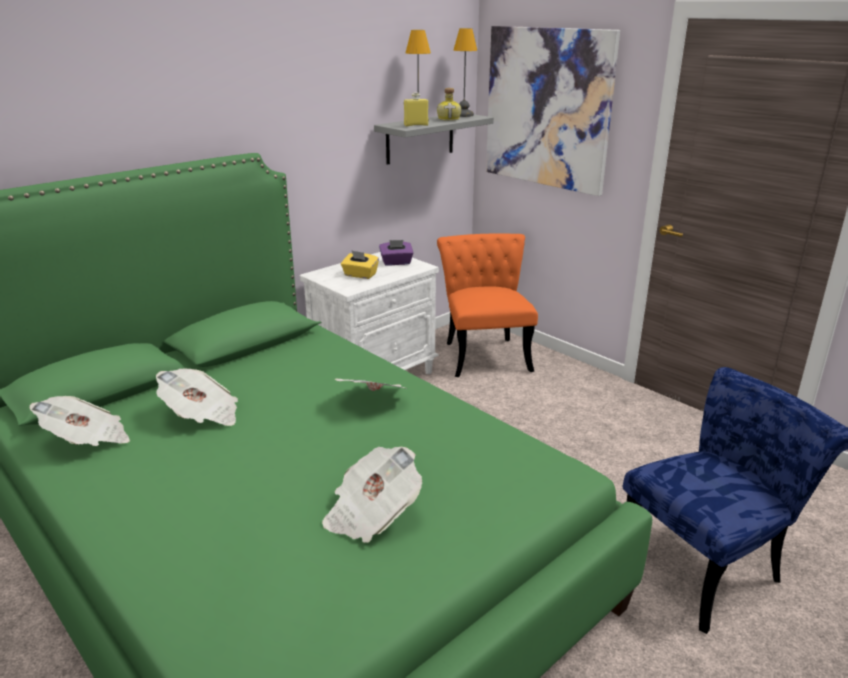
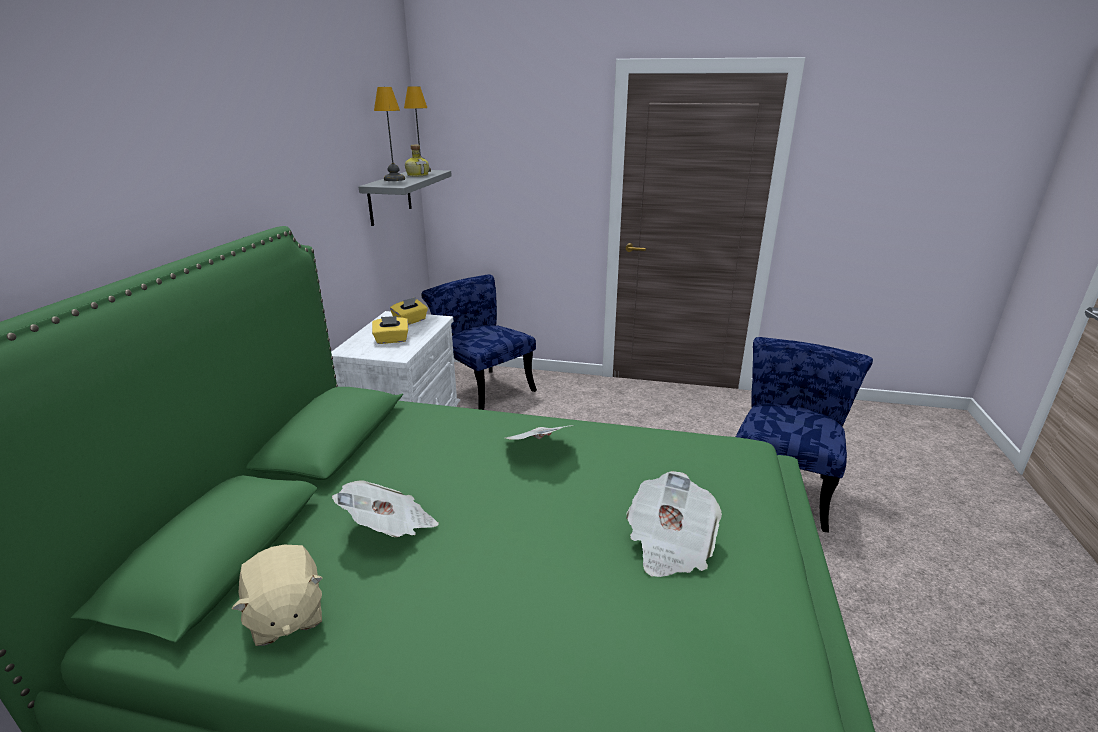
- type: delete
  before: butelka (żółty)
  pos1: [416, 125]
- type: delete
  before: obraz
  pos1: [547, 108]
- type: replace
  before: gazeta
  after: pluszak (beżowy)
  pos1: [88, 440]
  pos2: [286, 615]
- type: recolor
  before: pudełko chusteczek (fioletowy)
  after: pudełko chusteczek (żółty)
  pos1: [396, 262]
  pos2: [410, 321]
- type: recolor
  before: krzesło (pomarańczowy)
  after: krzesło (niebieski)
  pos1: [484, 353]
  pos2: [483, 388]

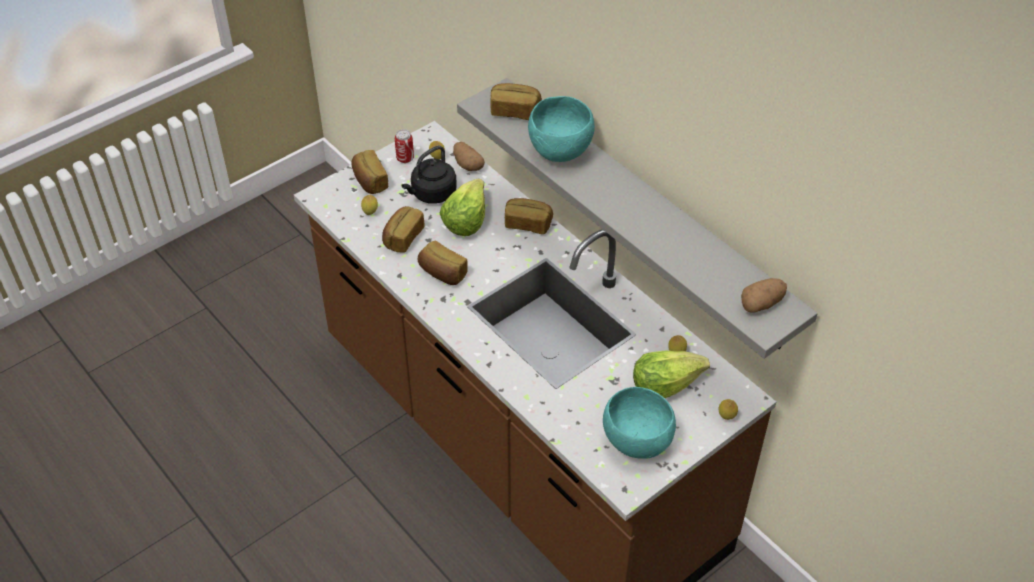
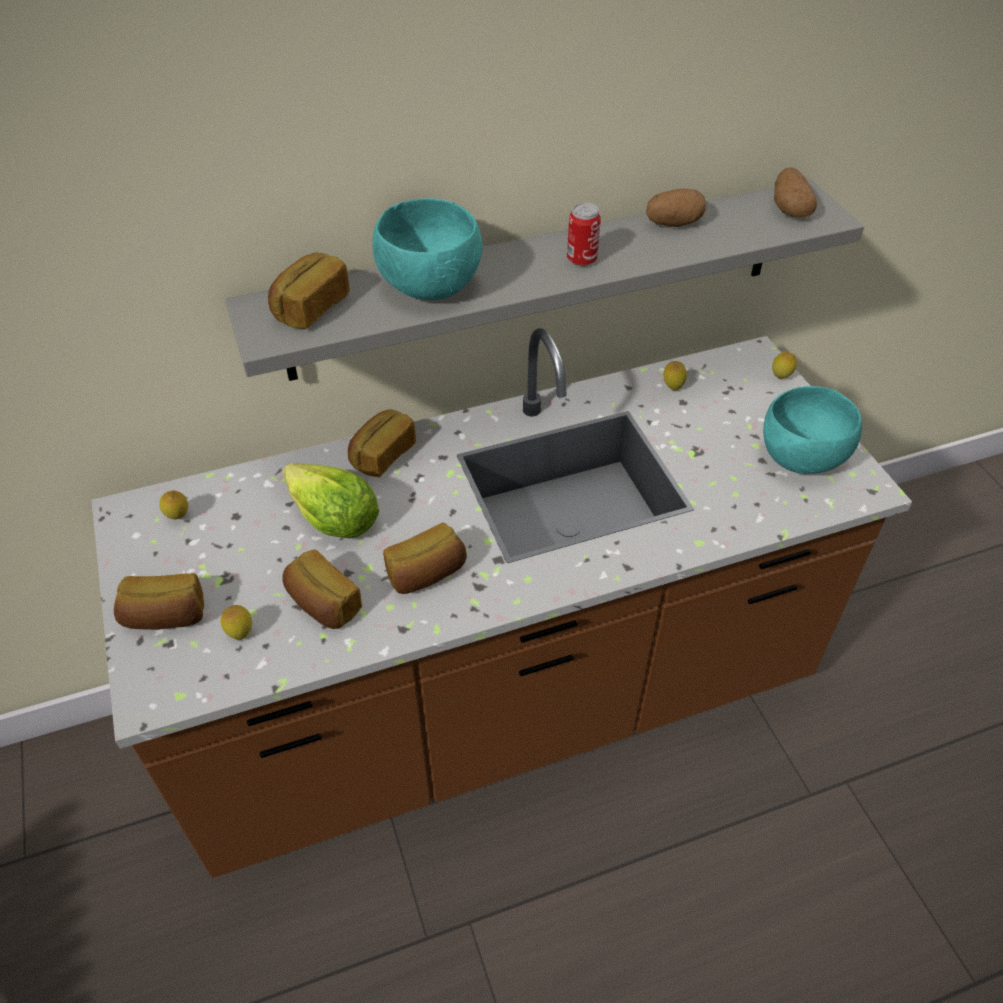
- type: delete
  before: czajnik (czarny)
  pos1: [432, 194]
- type: delete
  before: sałata
  pos1: [665, 384]
- type: move
  before: puszka
  pos1: [405, 158]
  pos2: [581, 260]
- type: move
  before: ziemniak
  pos1: [467, 164]
  pos2: [674, 223]

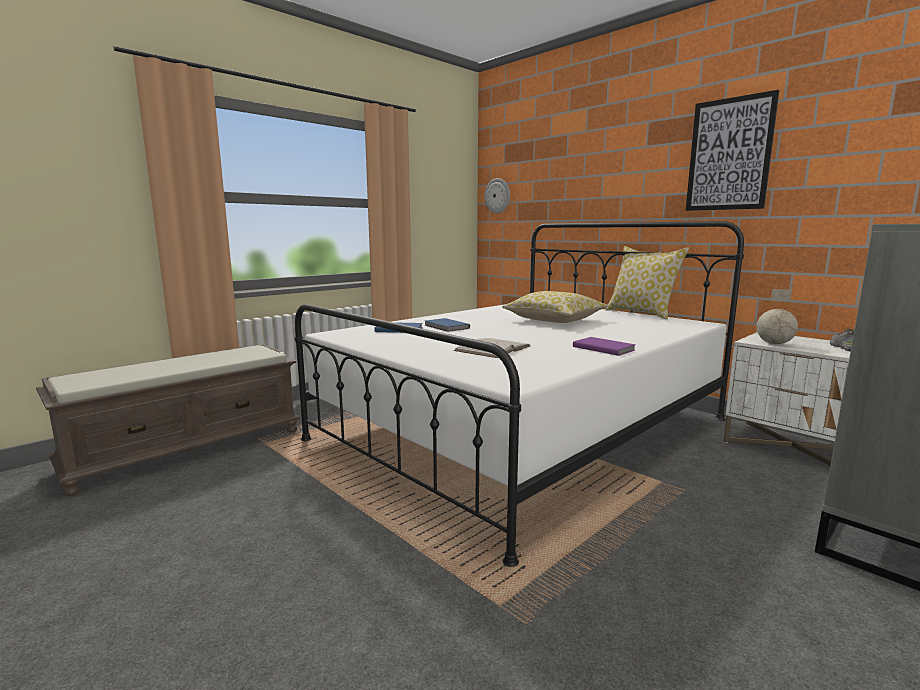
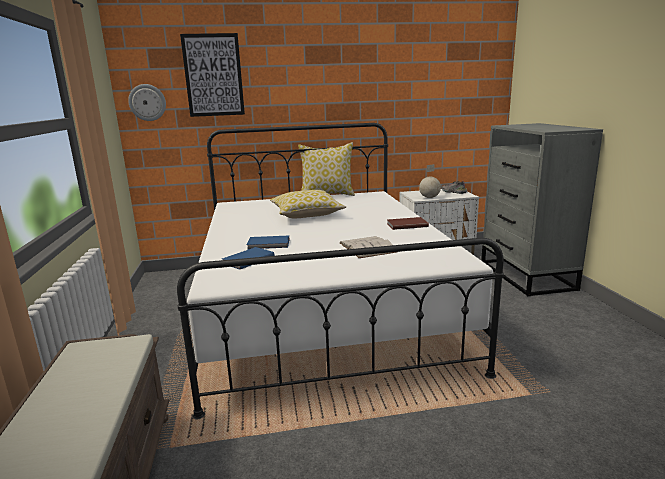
- type: move
  before: obraz
  pos1: [729, 154]
  pos2: [213, 75]
- type: recolor
  before: książka (fioletowy)
  after: książka (brązowy)
  pos1: [603, 348]
  pos2: [406, 225]

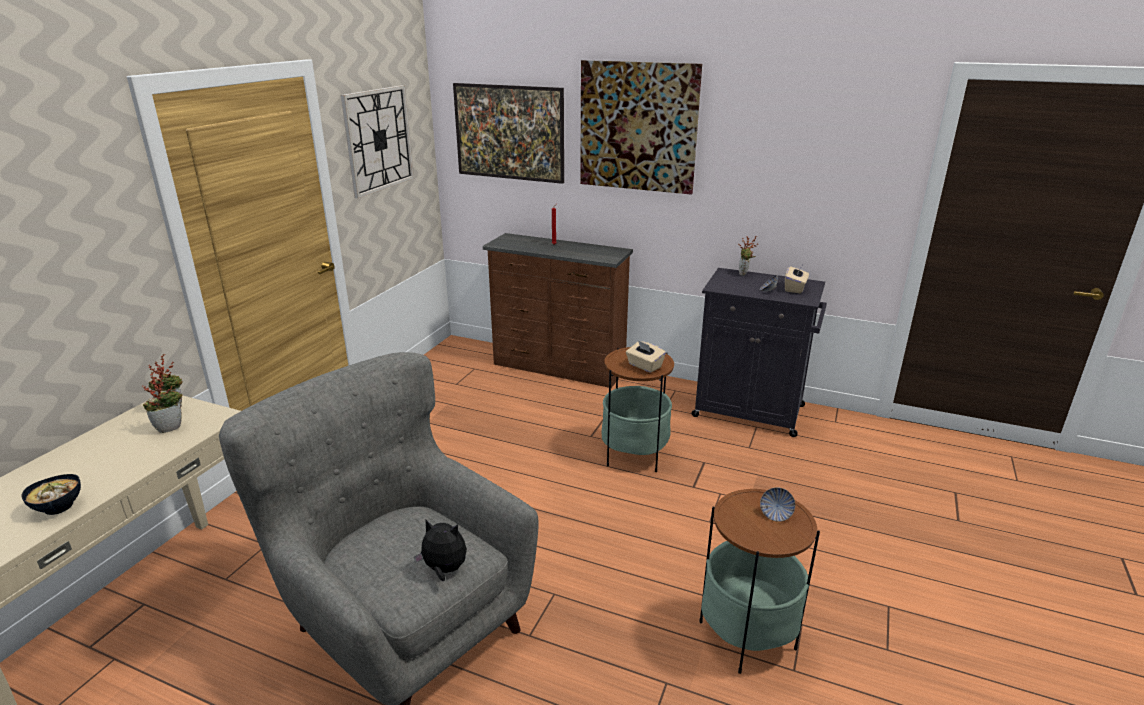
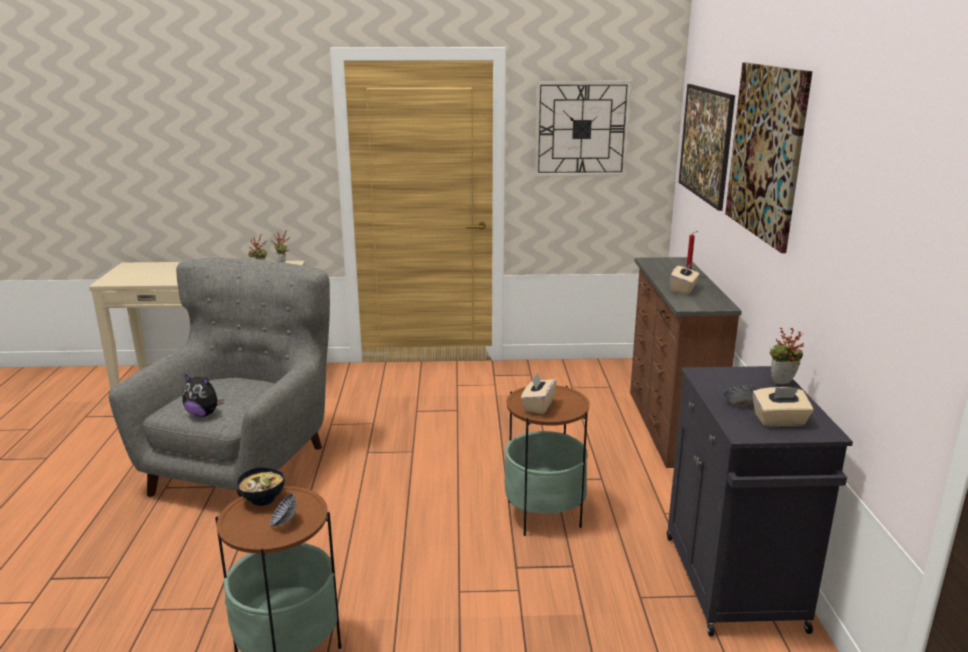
- type: insert
  after: pudełko chusteczek (beżowy)
  pos2: [683, 289]
- type: move
  before: miska
  pos1: [59, 507]
  pos2: [262, 500]
- type: rotate
  before: pluszak
  pos1: [444, 570]
  pos2: [203, 414]
  turn: 120

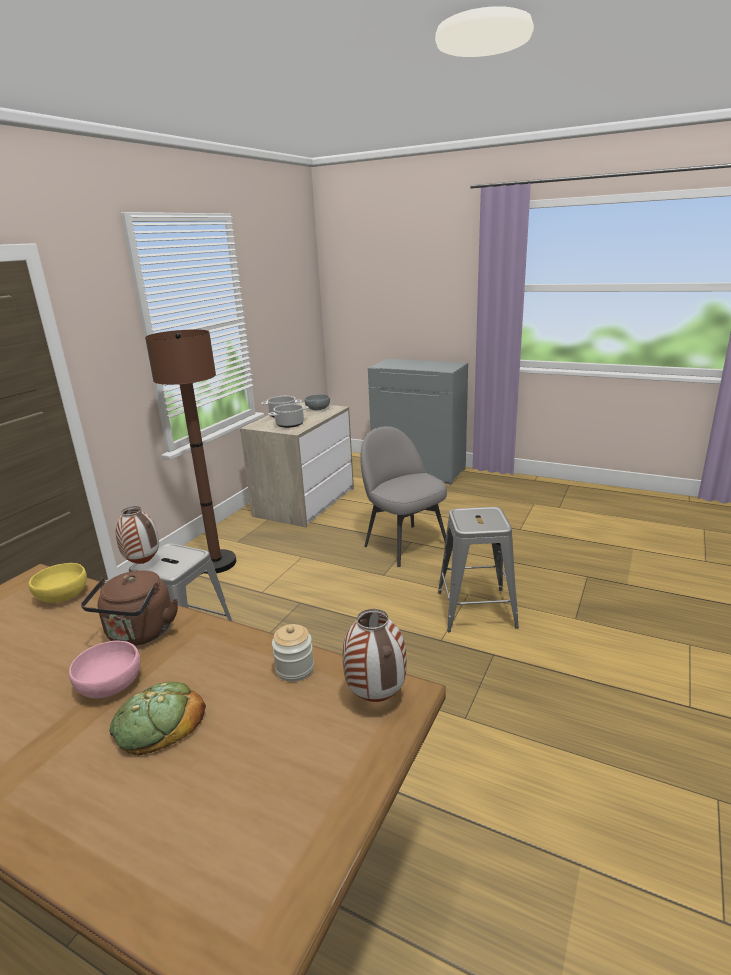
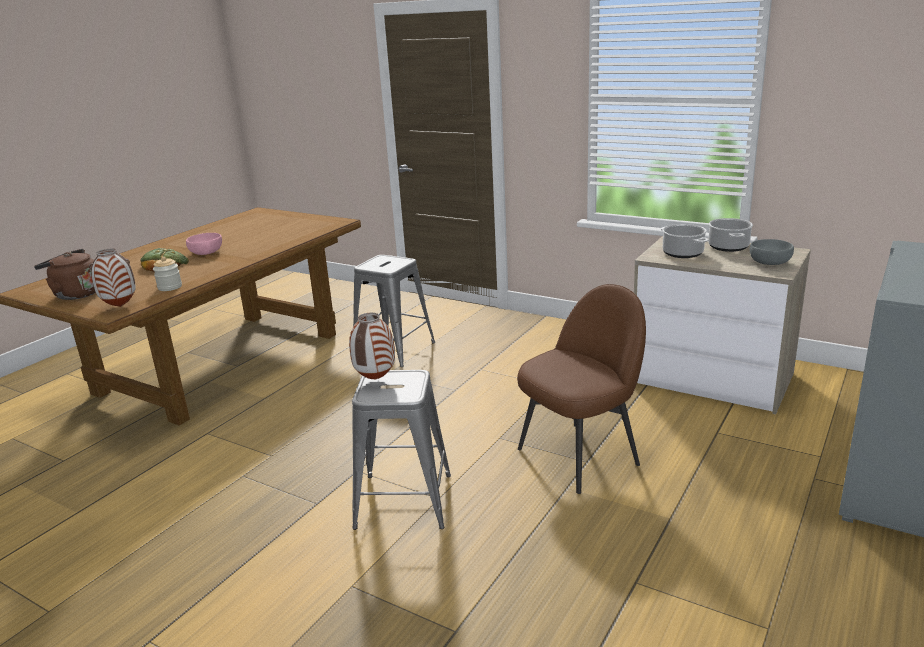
- type: delete
  before: miska (żółty)
  pos1: [63, 595]
- type: delete
  before: lampa stojąca (brązowy)
  pos1: [216, 563]
- type: move
  before: czajnik (brązowy)
  pos1: [139, 634]
  pos2: [75, 294]
- type: move
  before: wazon
  pos1: [142, 563]
  pos2: [375, 379]
- type: recolor
  before: krzesło (szary)
  after: krzesło (brązowy)
  pos1: [404, 544]
  pos2: [580, 455]

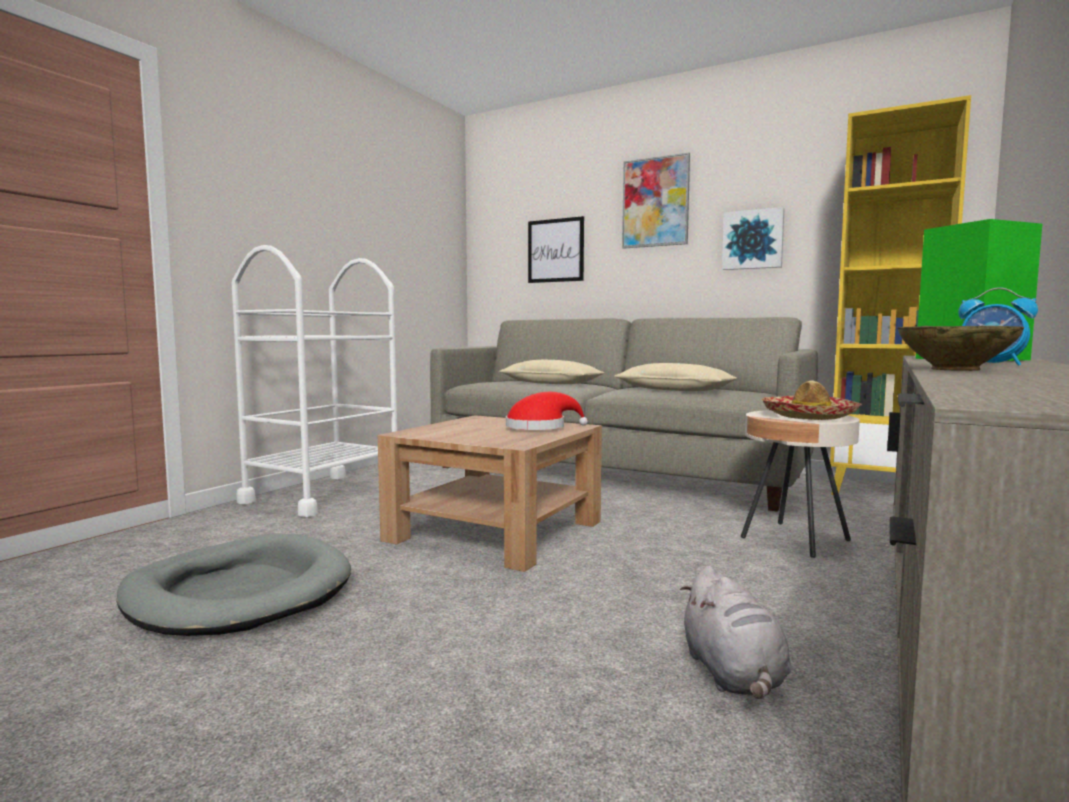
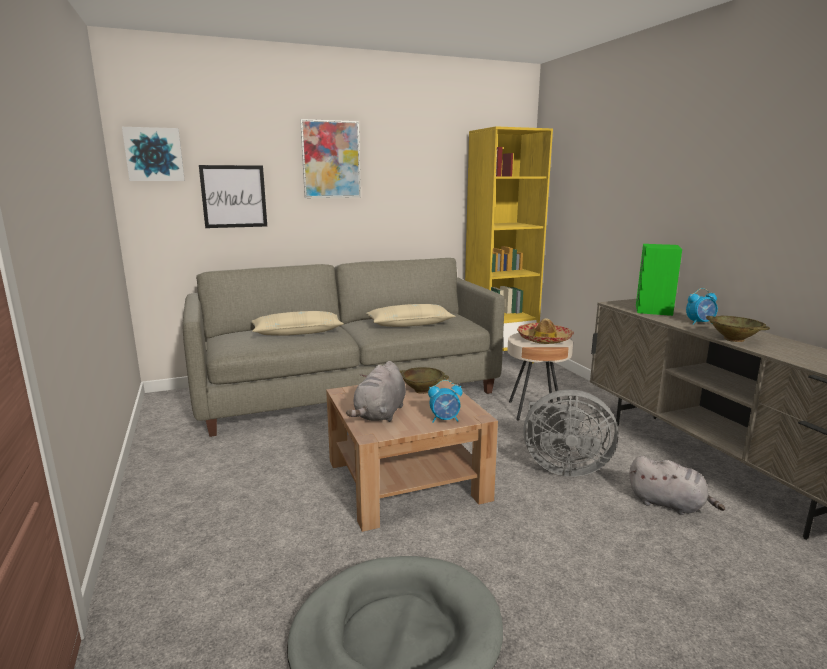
- type: delete
  before: wózek (biały)
  pos1: [324, 494]
- type: insert
  after: pluszak (szary)
  pos2: [380, 414]
- type: insert
  after: budzik
  pos2: [445, 420]
- type: insert
  after: wentylator (szary)
  pos2: [562, 467]
- type: move
  before: obraz
  pos1: [753, 240]
  pos2: [154, 154]
- type: replace
  before: kapelusz (czerwony)
  after: miska (beżowy)
  pos1: [540, 427]
  pos2: [422, 390]

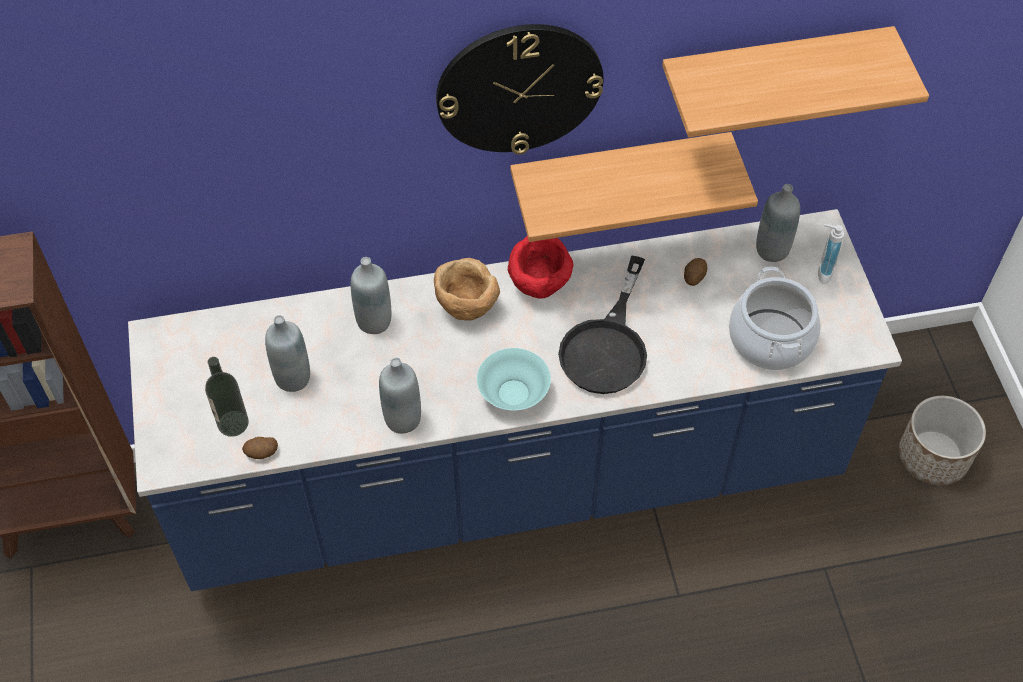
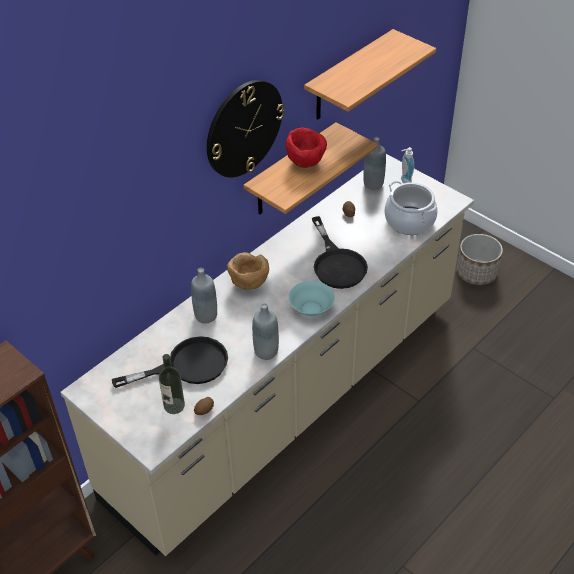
- type: move
  before: miska (czerwony)
  pos1: [540, 285]
  pos2: [306, 163]
- type: replace
  before: butelka (szary)
  after: patelnia (czarny)
  pos1: [293, 378]
  pos2: [187, 366]
- type: recolor
  before: zabudowa kuchenna (niebieski)
  after: zabudowa kuchenna (beżowy)
  pos1: [511, 480]
  pos2: [289, 398]

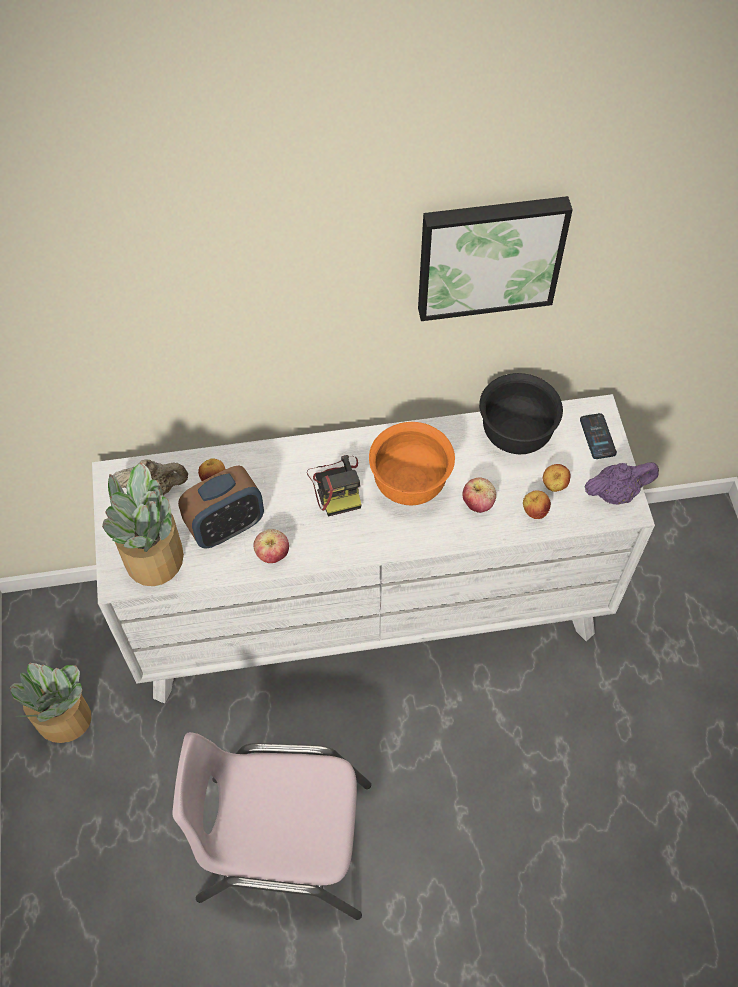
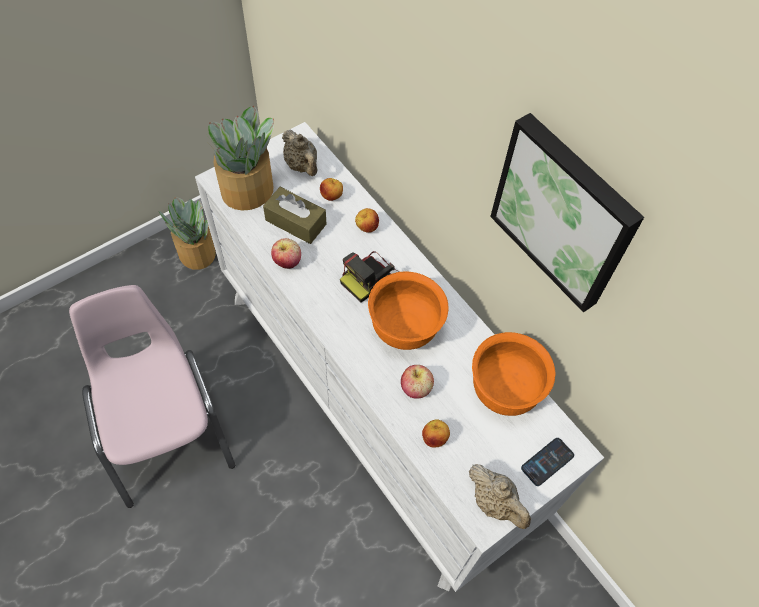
- type: move
  before: jabłko
  pos1: [554, 485]
  pos2: [366, 227]
- type: replace
  before: budzik
  after: pudełko chusteczek (brązowy)
  pos1: [226, 526]
  pos2: [295, 222]
- type: recolor
  before: miska (czarny)
  after: miska (pomarańczowy)
  pos1: [515, 434]
  pos2: [504, 390]
- type: recolor
  before: imbryk (fioletowy)
  after: imbryk (beżowy)
  pos1: [616, 493]
  pos2: [495, 502]

